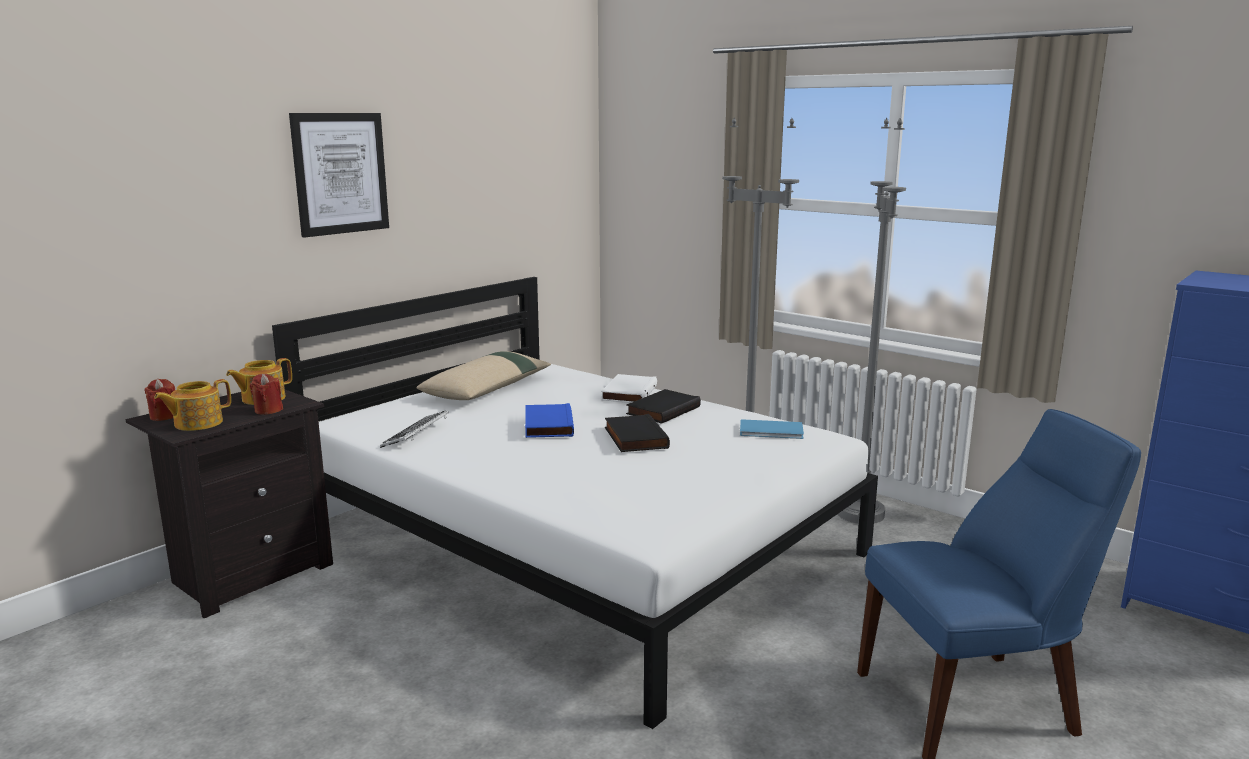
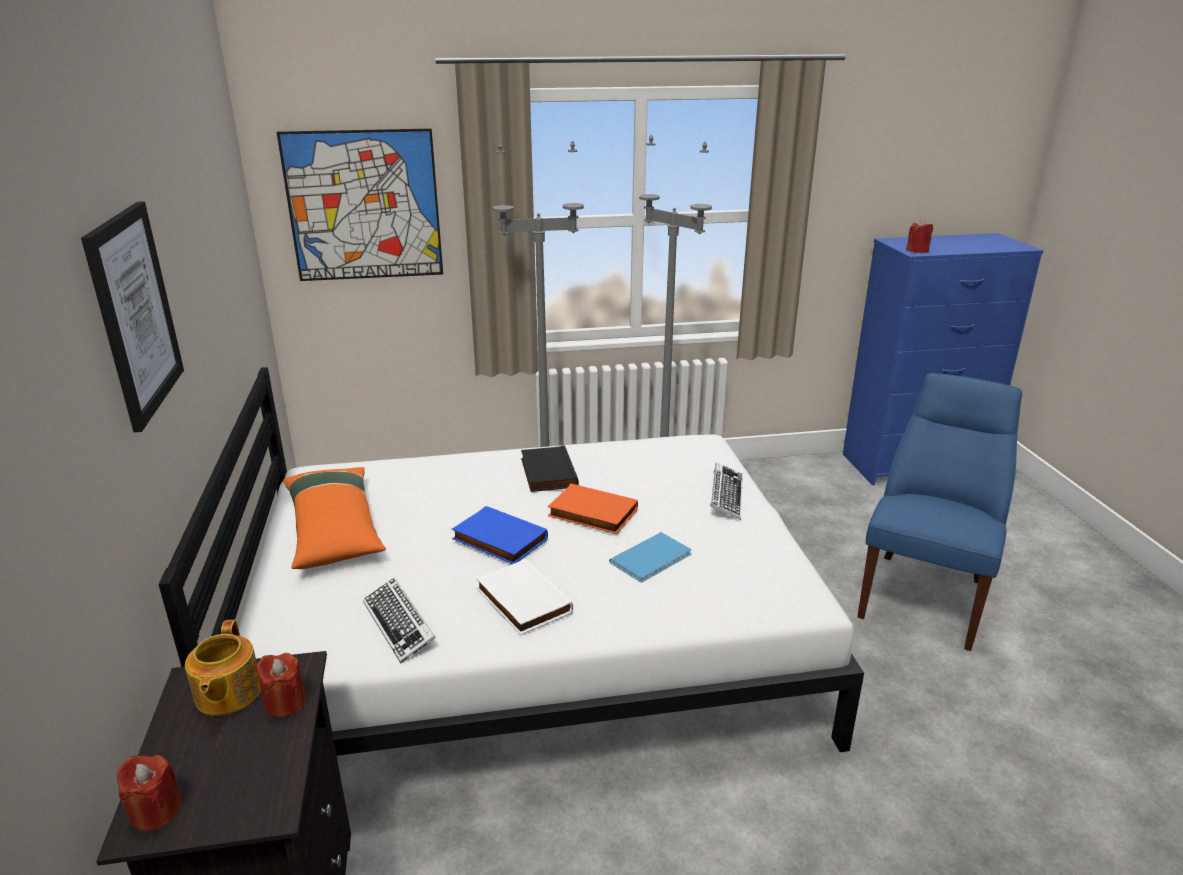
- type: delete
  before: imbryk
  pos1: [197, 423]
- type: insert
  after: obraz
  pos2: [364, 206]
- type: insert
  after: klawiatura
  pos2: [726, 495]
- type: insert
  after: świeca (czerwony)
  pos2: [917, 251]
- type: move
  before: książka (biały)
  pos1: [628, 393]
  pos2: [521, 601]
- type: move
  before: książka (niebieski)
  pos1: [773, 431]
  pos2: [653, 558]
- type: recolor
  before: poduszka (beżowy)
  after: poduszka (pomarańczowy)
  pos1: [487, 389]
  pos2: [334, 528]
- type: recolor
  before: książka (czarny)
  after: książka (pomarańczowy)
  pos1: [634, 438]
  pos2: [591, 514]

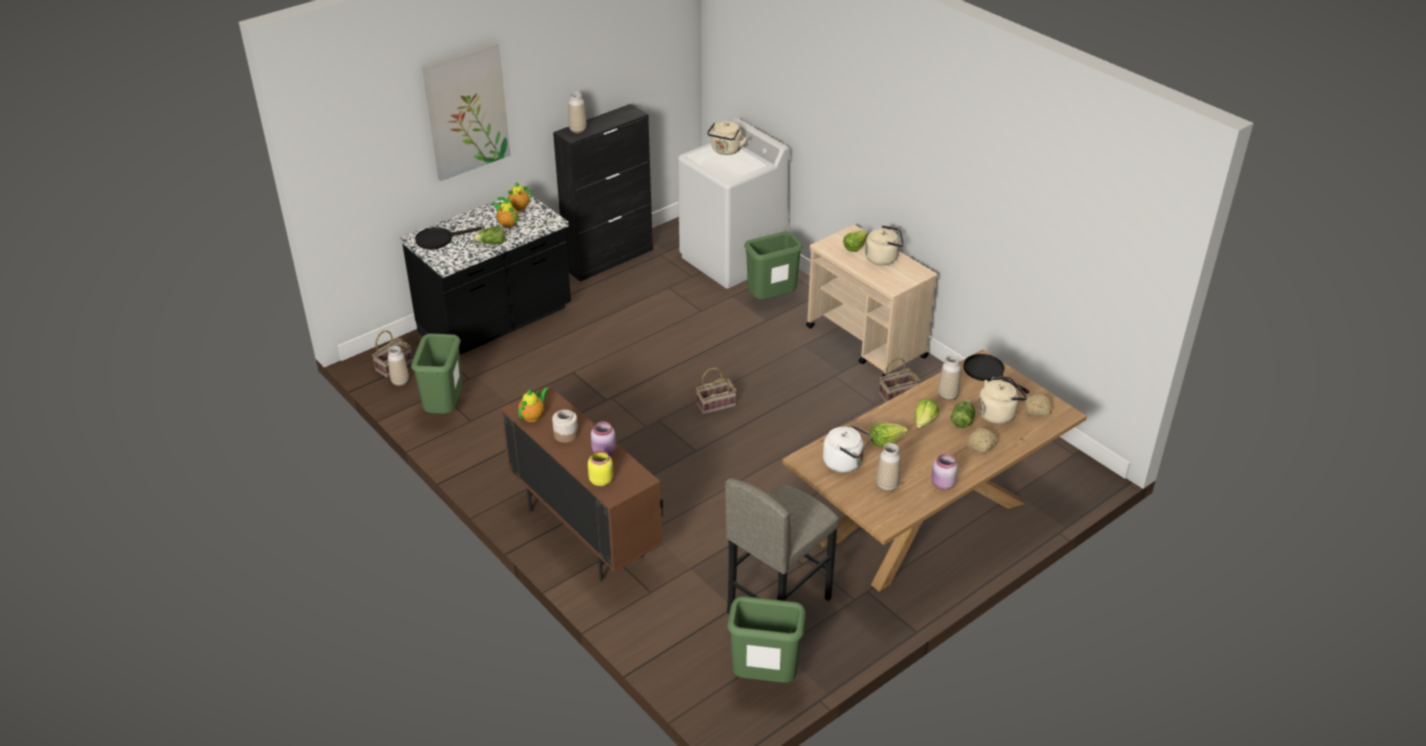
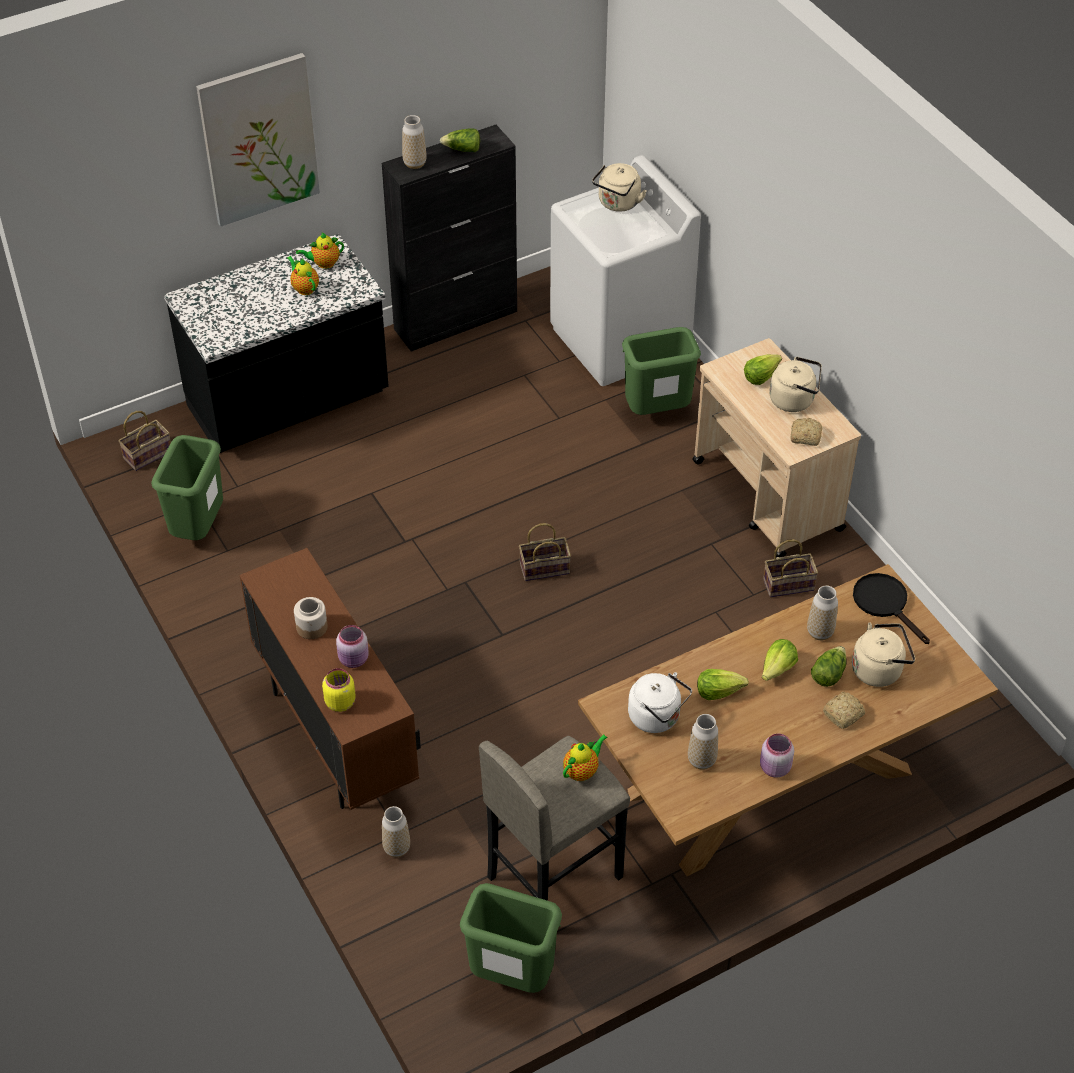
- type: delete
  before: patelnia (czarny)
  pos1: [439, 239]
- type: move
  before: wazon
  pos1: [400, 382]
  pos2: [396, 848]
- type: move
  before: sałata
  pos1: [491, 243]
  pos2: [462, 150]
- type: move
  before: imbryk
  pos1: [533, 416]
  pos2: [582, 771]
- type: move
  before: chleb
  pos1: [1035, 409]
  pos2: [804, 436]

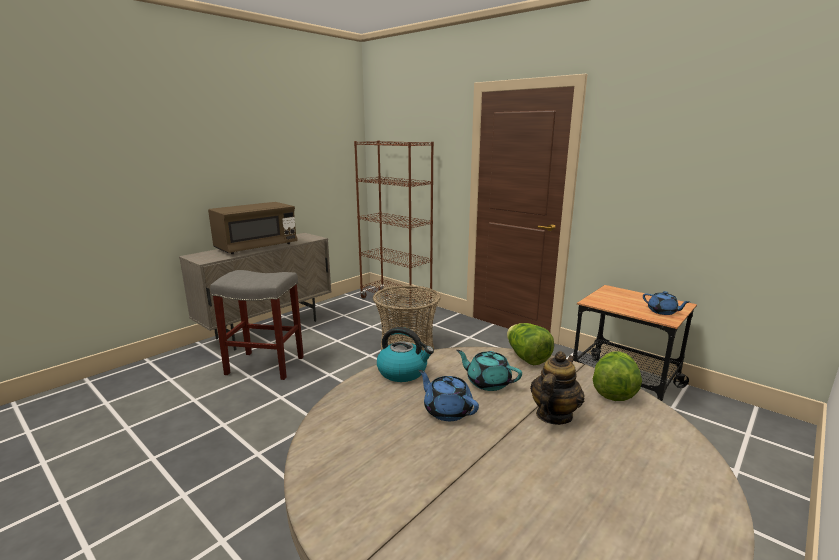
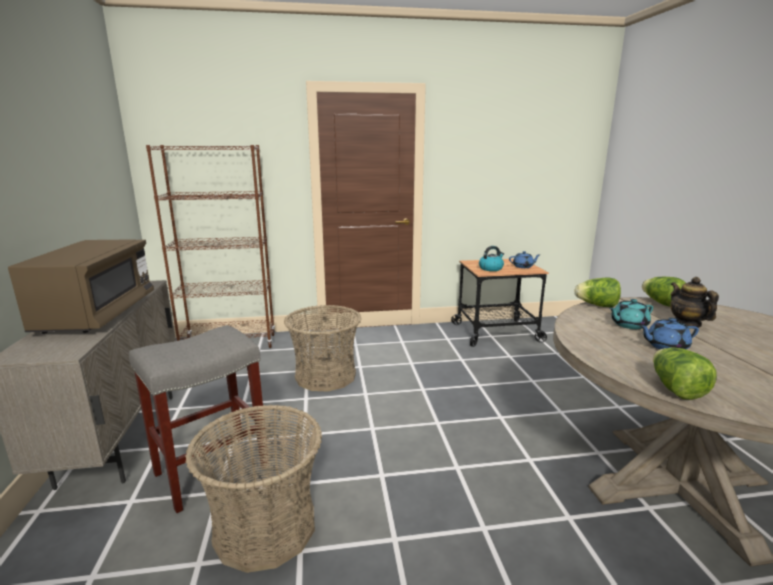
- type: insert
  after: koszyk
  pos2: [265, 527]
- type: insert
  after: sałata
  pos2: [675, 389]
- type: move
  before: czajnik
  pos1: [403, 372]
  pos2: [491, 268]

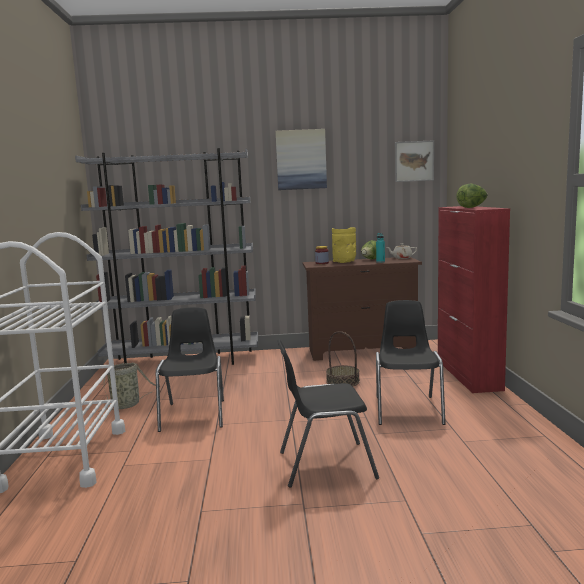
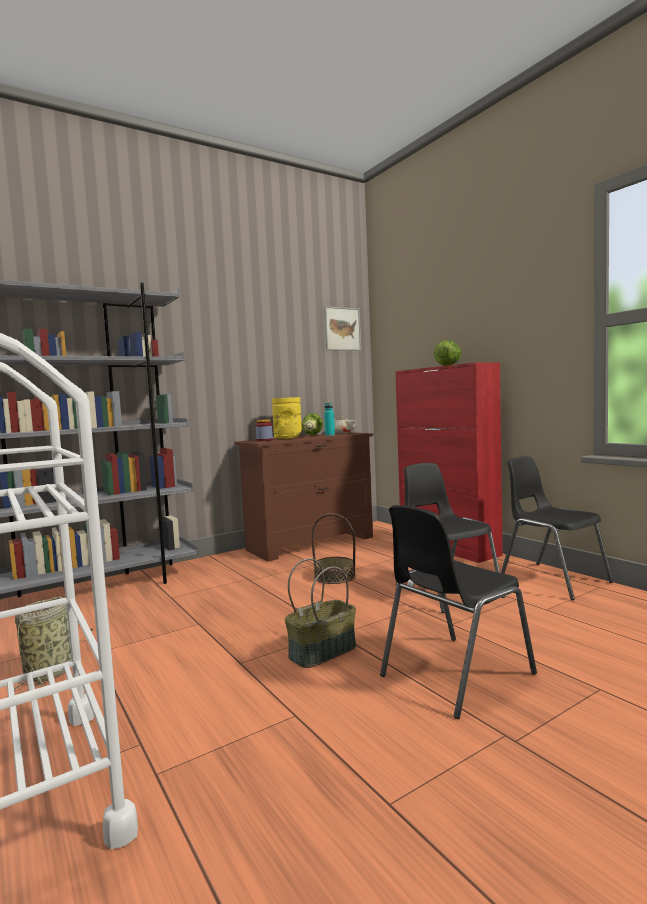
- type: delete
  before: obraz
  pos1: [301, 159]
- type: insert
  after: koszyk
  pos2: [322, 651]
- type: move
  before: krzesło (czarny)
  pos1: [194, 414]
  pos2: [553, 579]

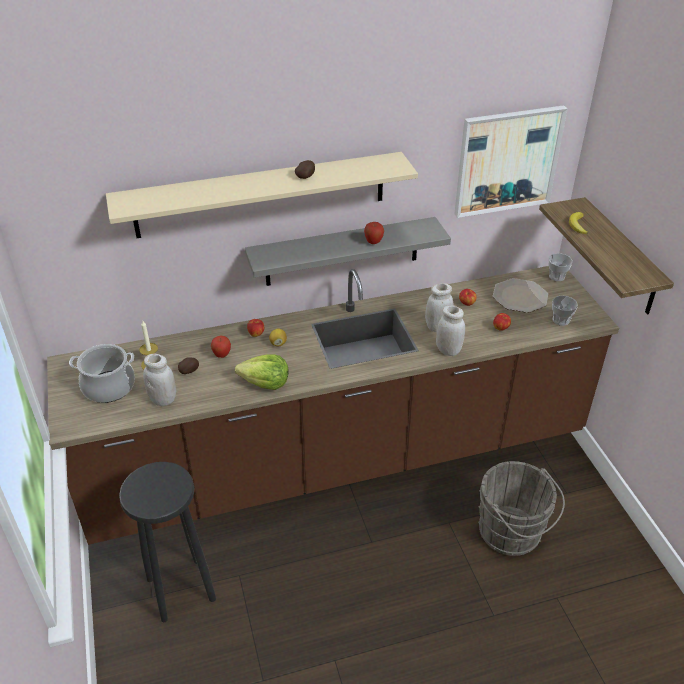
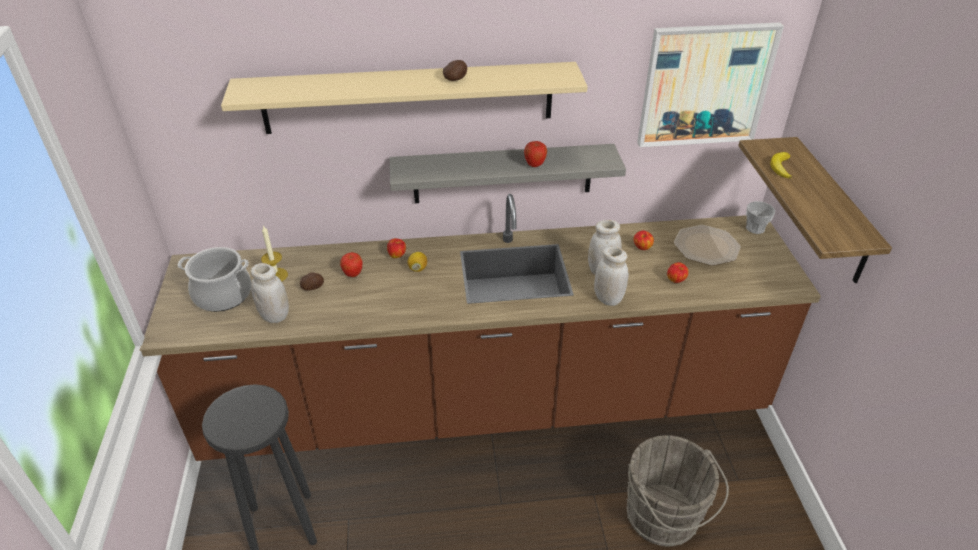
- type: delete
  before: sałata
  pos1: [265, 383]
- type: delete
  before: filiżanka
  pos1: [561, 320]

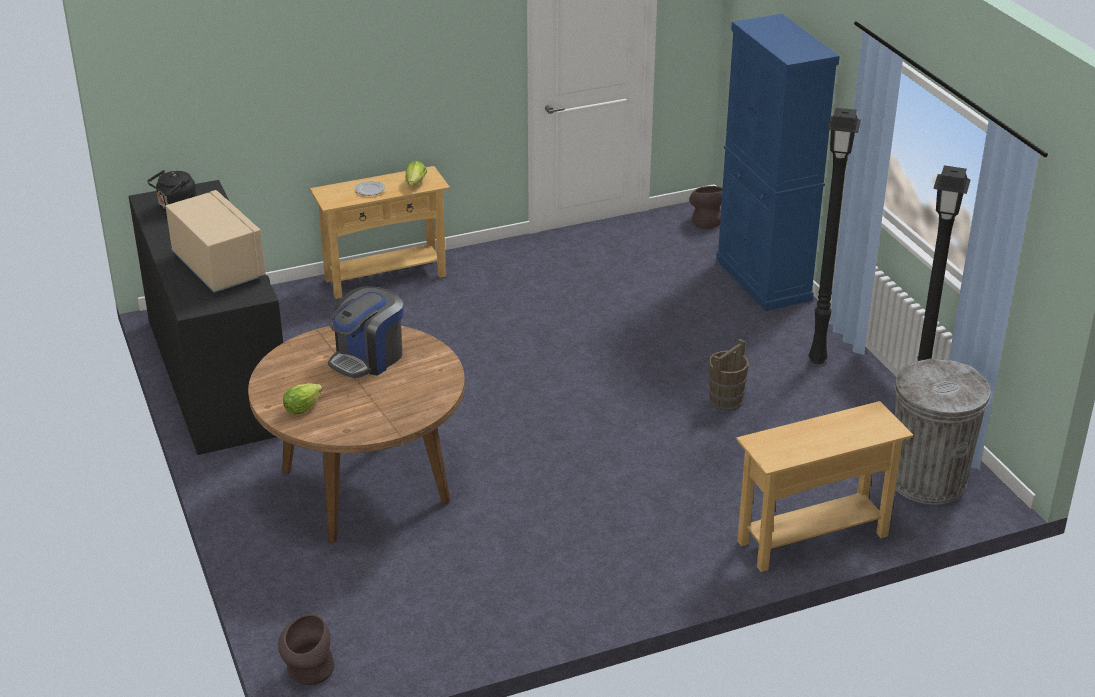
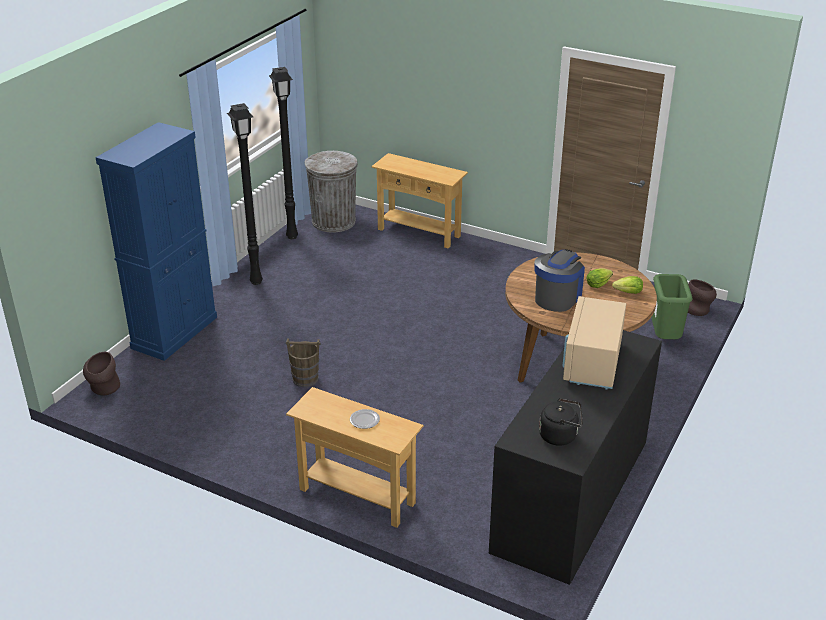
- type: insert
  after: kosz na śmieci (zielony)
  pos2: [665, 338]
- type: move
  before: sałata
  pos1: [415, 183]
  pos2: [598, 284]
- type: move
  before: wiadro (brązowy)
  pos1: [725, 401]
  pos2: [305, 379]
- type: rotate
  before: ekspres do kawy
  pos1: [368, 358]
  pos2: [557, 297]
  turn: -60

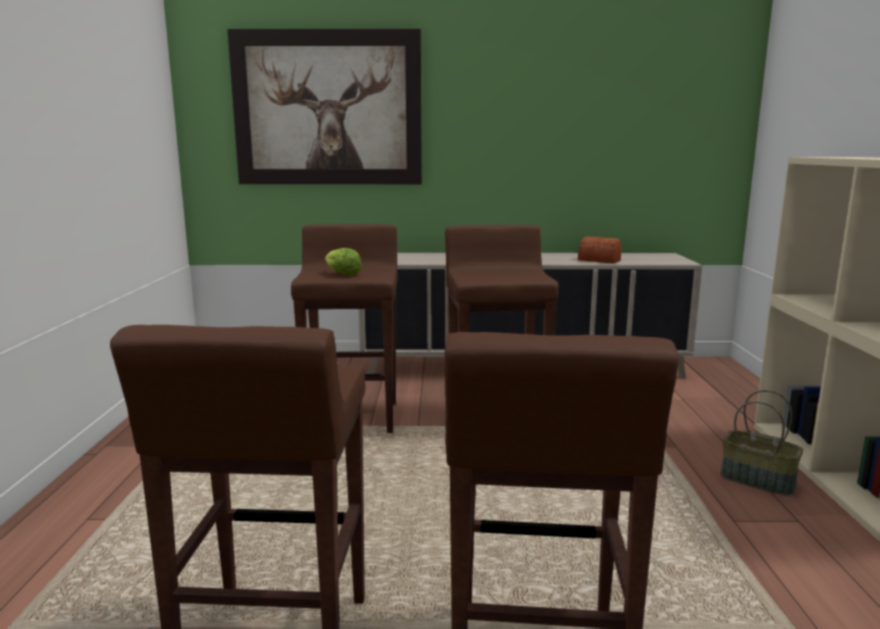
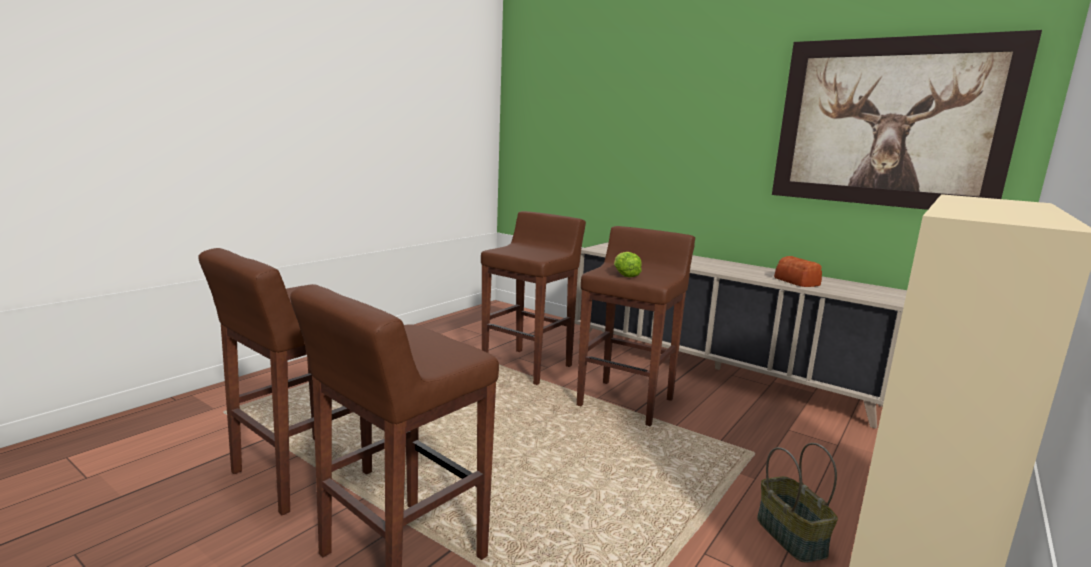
- type: move
  before: obraz
  pos1: [328, 109]
  pos2: [889, 123]
- type: move
  before: sałata
  pos1: [341, 274]
  pos2: [625, 274]

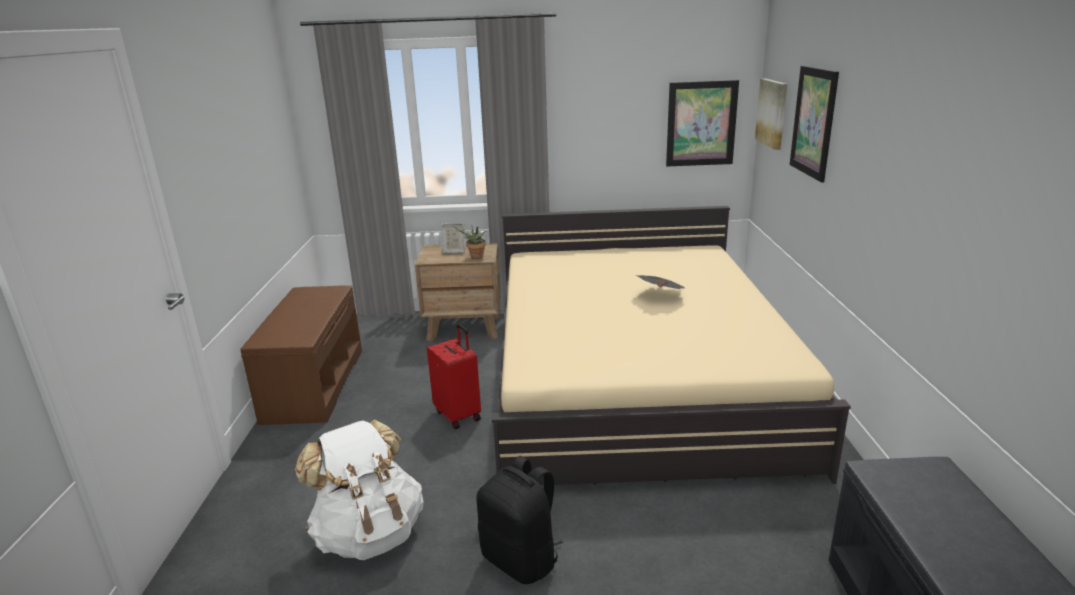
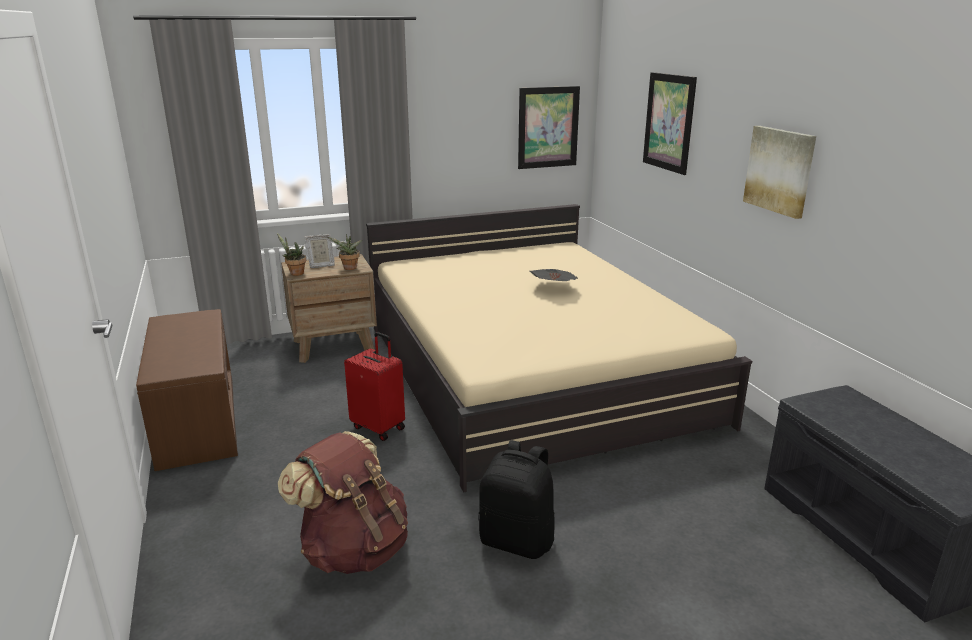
- type: insert
  after: roślina doniczkowa
  pos2: [295, 273]
- type: move
  before: obraz
  pos1: [773, 113]
  pos2: [780, 170]
- type: recolor
  before: plecak (biały)
  after: plecak (brązowy)
  pos1: [369, 534]
  pos2: [354, 549]

